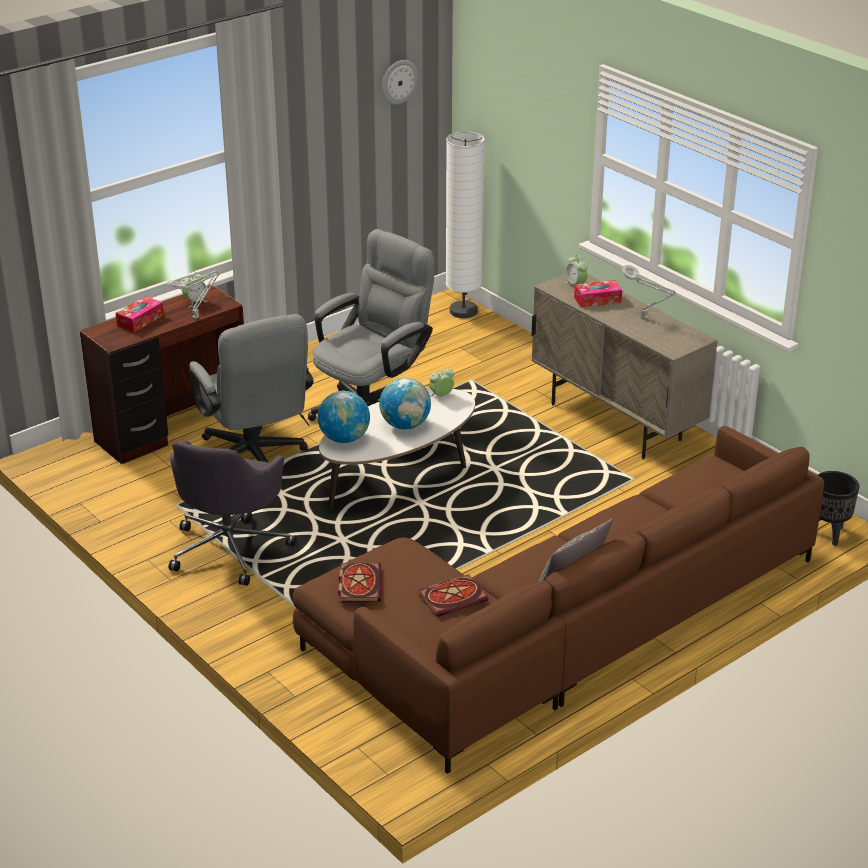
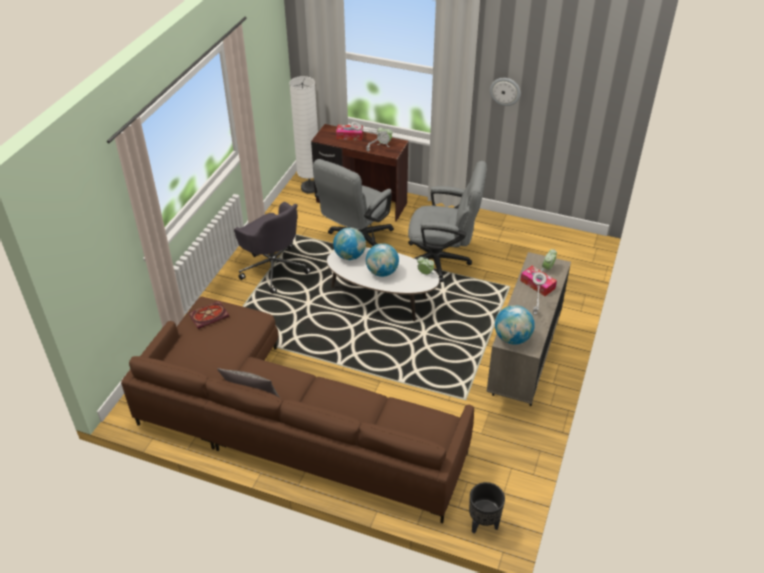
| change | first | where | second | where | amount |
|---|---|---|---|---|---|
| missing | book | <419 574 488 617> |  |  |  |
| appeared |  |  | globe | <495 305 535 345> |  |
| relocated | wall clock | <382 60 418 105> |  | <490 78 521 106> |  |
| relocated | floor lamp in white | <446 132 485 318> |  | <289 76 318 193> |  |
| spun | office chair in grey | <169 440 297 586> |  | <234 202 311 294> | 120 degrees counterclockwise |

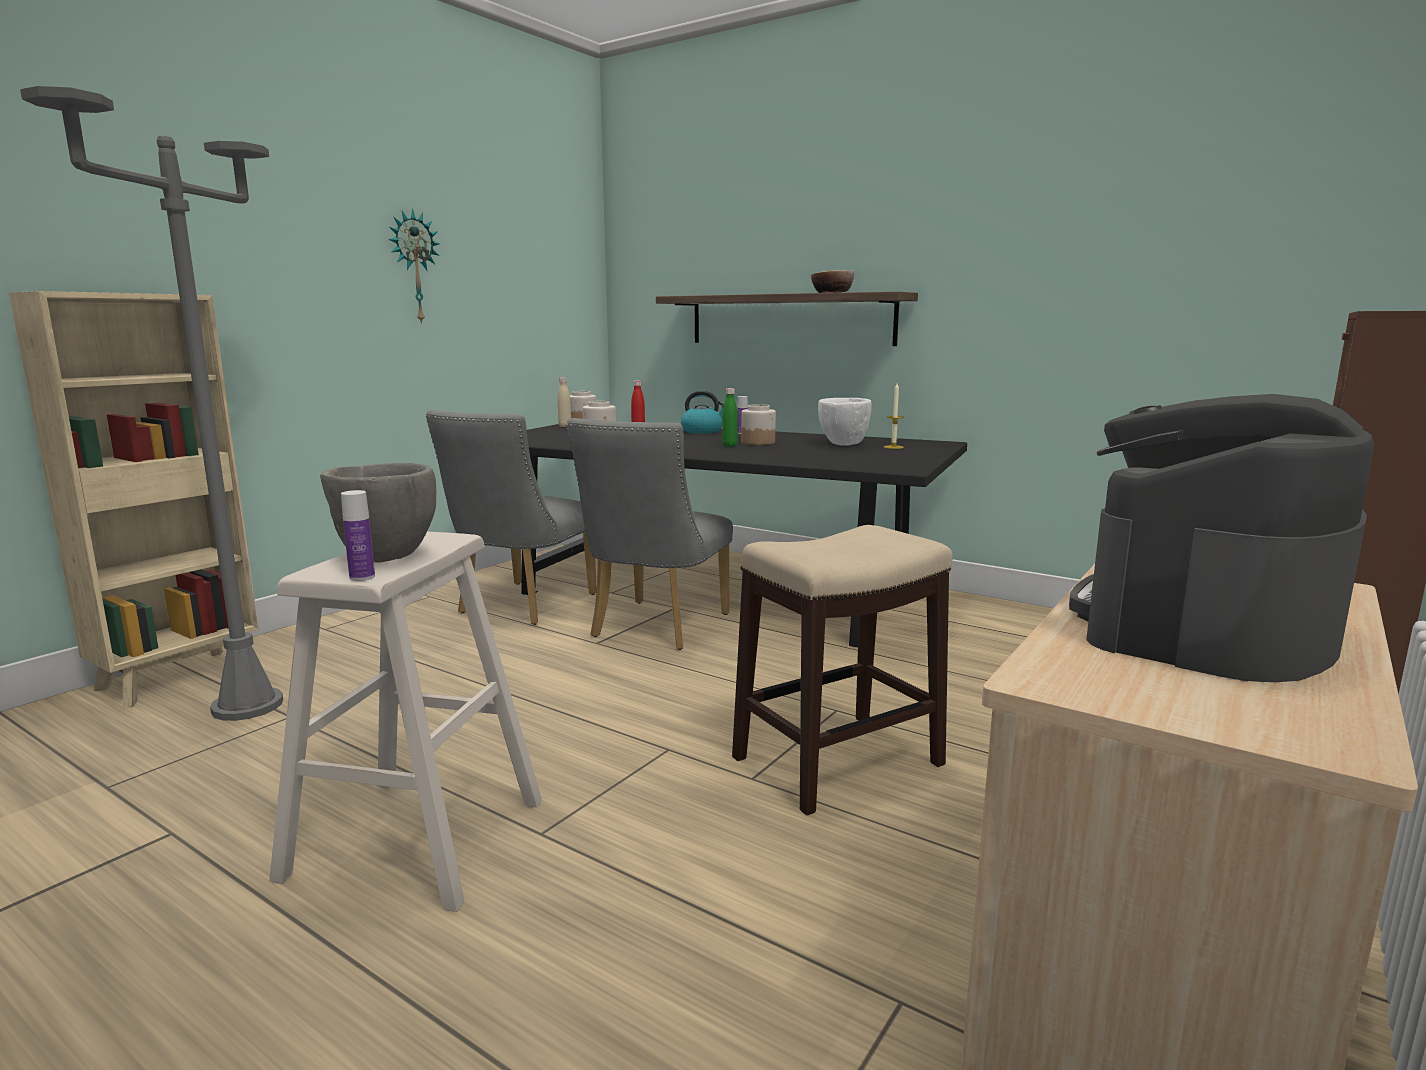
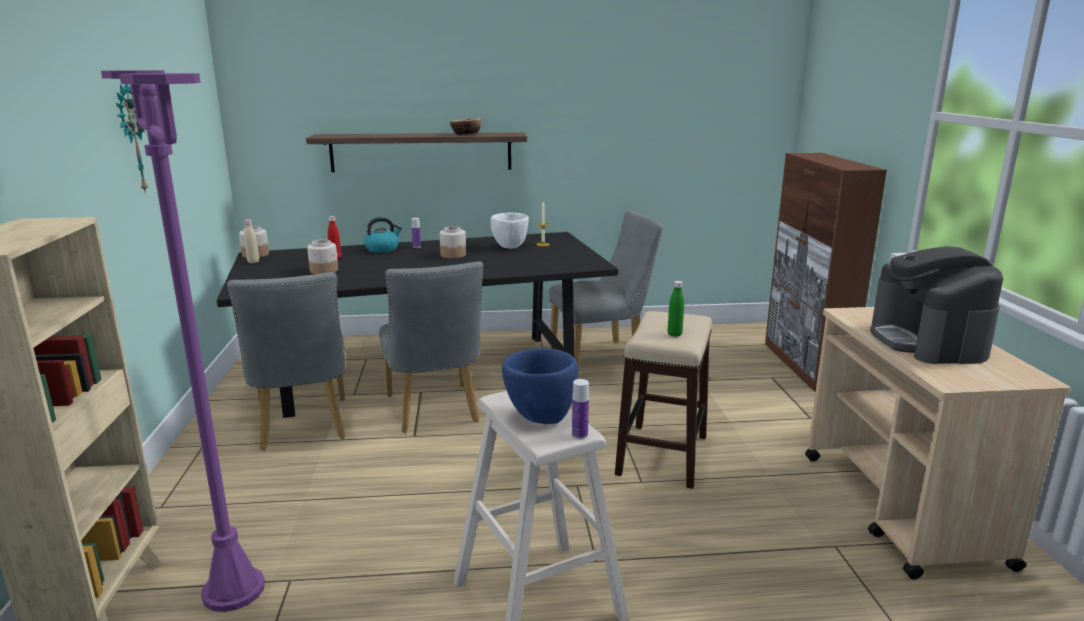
| change | first | where | second | where | amount |
|---|---|---|---|---|---|
| appeared |  |  | chair in grey | <549 211 663 372> |  |
| relocated | bottle in green | <722 388 738 447> |  | <668 281 684 337> |  |
| colour | floor lamp in grey | <20 86 283 721> | floor lamp in purple | <101 70 265 612> |  |
| colour | bowl in grey | <320 463 436 563> | bowl in blue | <502 348 578 424> |  |

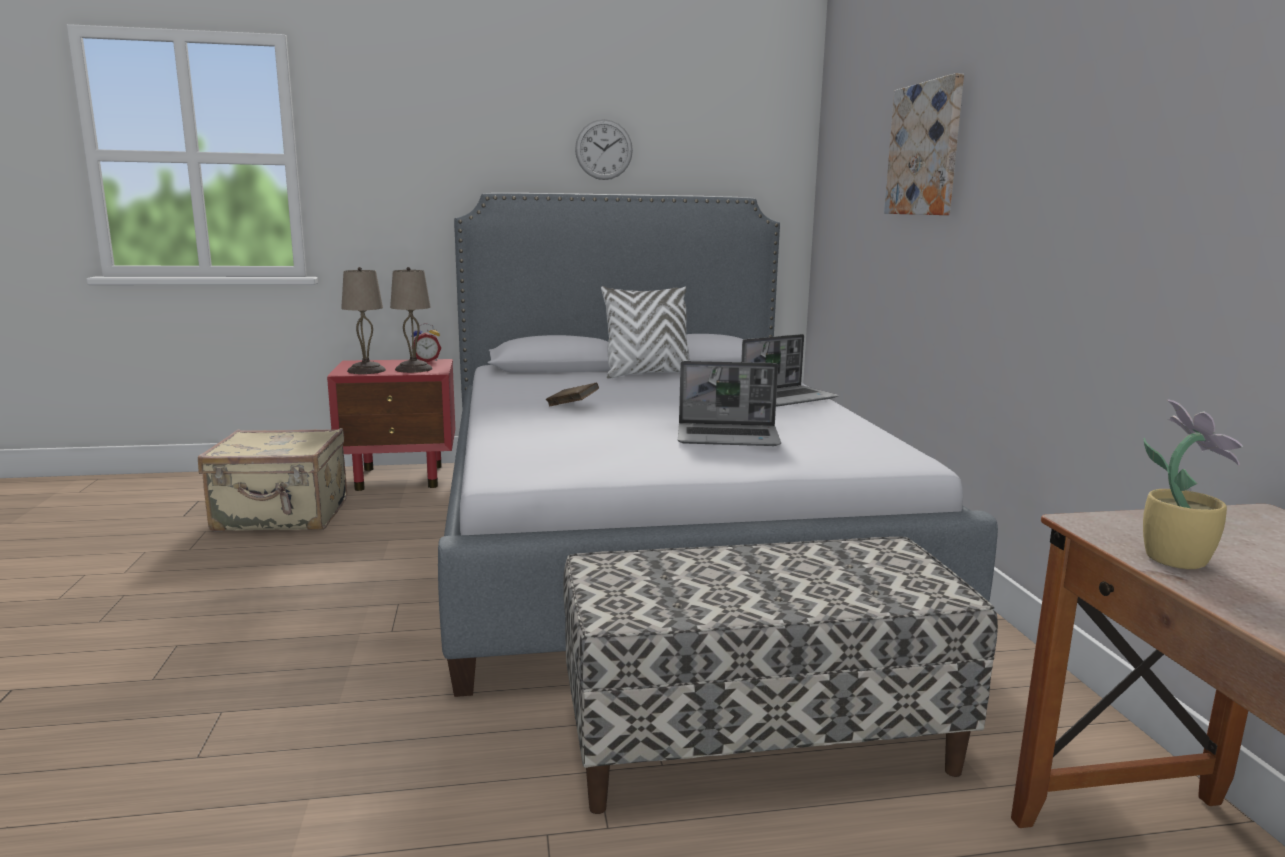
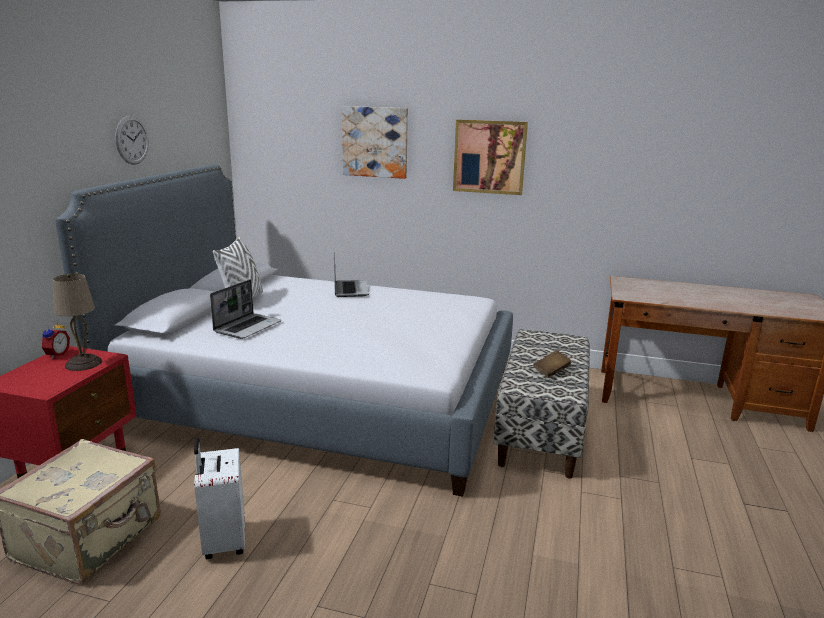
| change | first | where | second | where | amount |
|---|---|---|---|---|---|
| missing | table lamp in beige | <341 267 386 374> |  |  |  |
| missing | potted plant | <1143 399 1243 569> |  |  |  |
| appeared |  |  | suitcase in white | <194 437 245 559> |  |
| appeared |  |  | picture | <453 119 528 195> |  |
| relocated | book in brown | <546 383 599 407> |  | <533 350 572 378> |  |
| relocated | laptop | <678 361 781 446> |  | <210 279 282 339> |  |

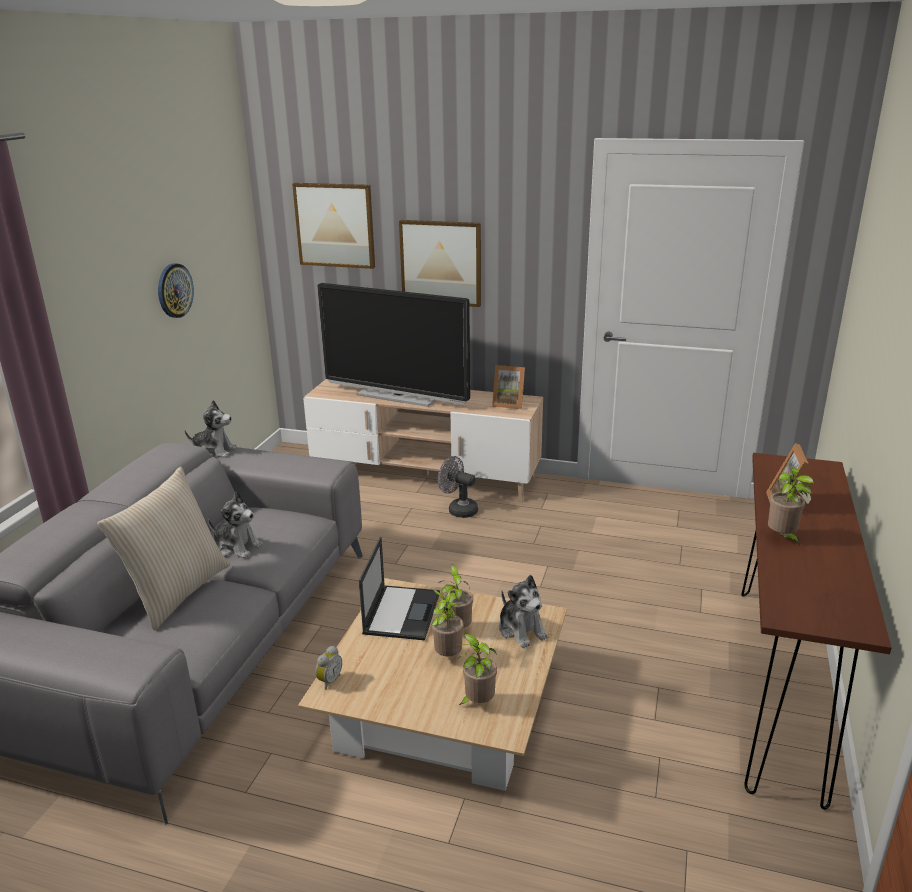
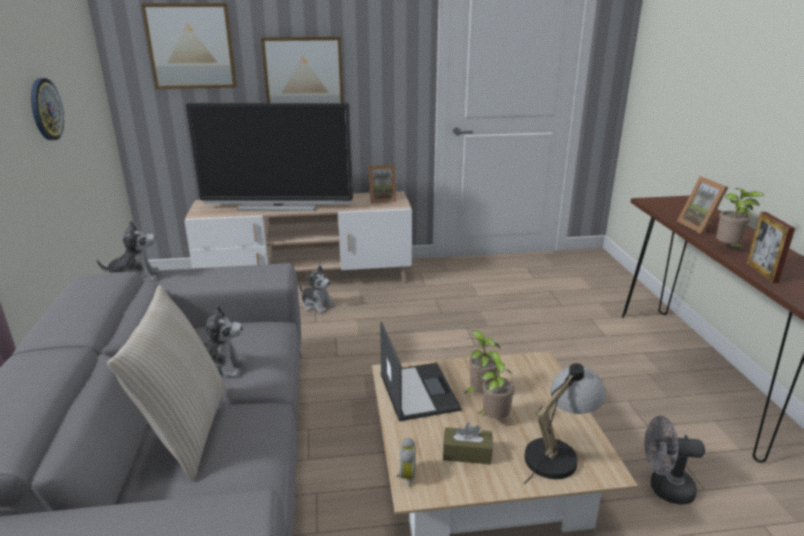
| change | first | where | second | where | amount |
|---|---|---|---|---|---|
| appeared |  |  | tissue box in brown | <443 423 493 465> |  |
| appeared |  |  | picture frame | <746 212 795 283> |  |
| relocated | fan in grey | <438 456 478 518> |  | <645 416 705 504> |  |
| relocated | plush toy | <499 575 548 648> |  | <299 265 335 313> |  |
| exchanged | potted plant | <458 634 497 705> | table lamp | <524 363 606 484> |  |

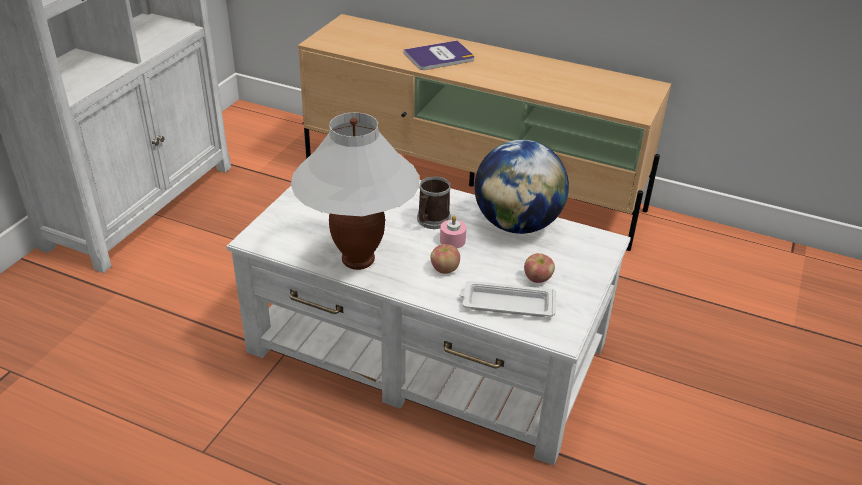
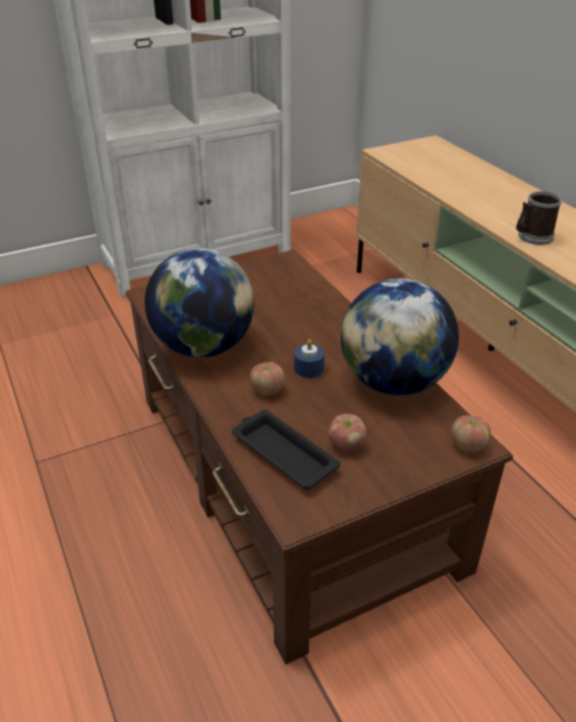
| change | first | where | second | where | amount |
|---|---|---|---|---|---|
| missing | book | <404 40 475 70> |  |  |  |
| appeared |  |  | apple | <451 415 491 453> |  |
| relocated | mug | <417 176 451 229> |  | <516 191 562 245> |  |
| exchanged | table lamp in white | <291 112 419 270> | globe | <145 248 255 358> |  |
| colour | coffee table in white | <226 180 631 465> | coffee table in brown | <126 249 513 665> |  |
| colour | candle in pink | <440 215 467 249> | candle in blue | <294 339 325 378> |  |
| colour | tray in white | <459 281 556 317> | tray in black | <232 410 340 489> |  |

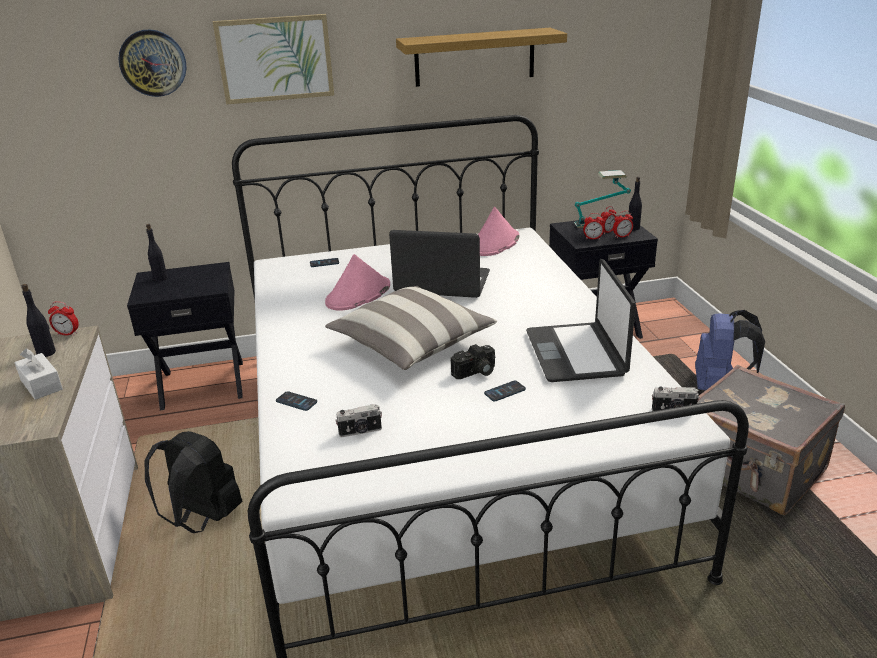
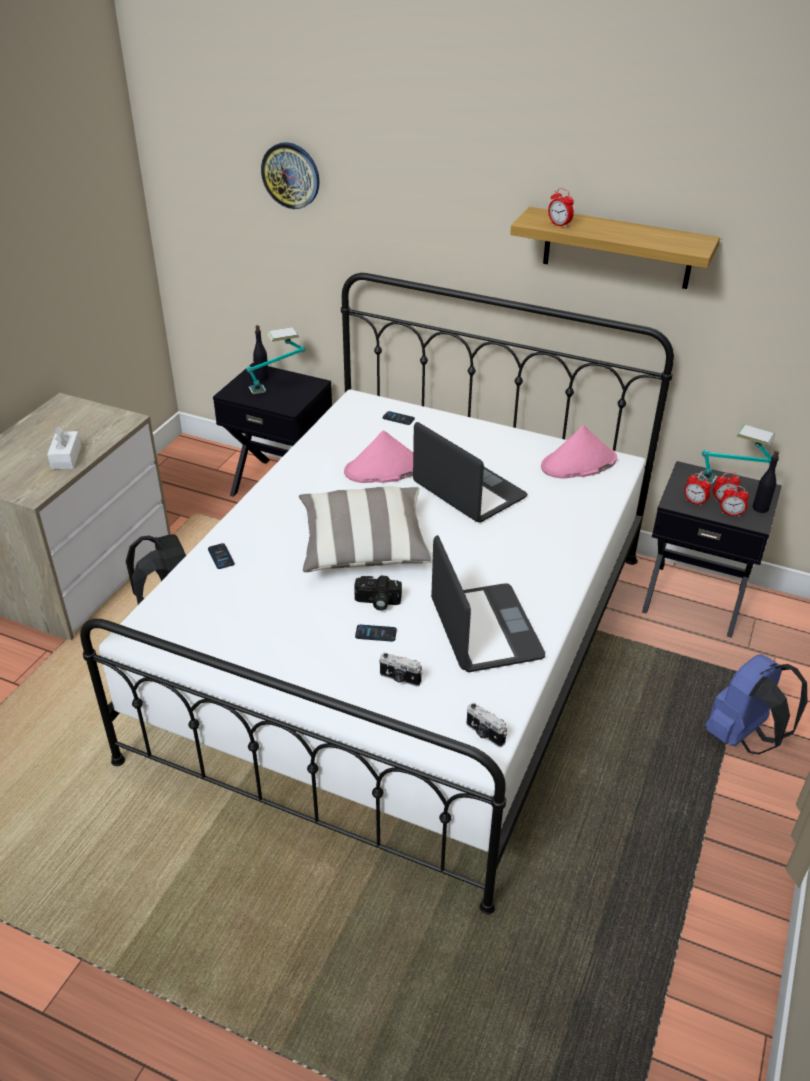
| change | first | where | second | where | amount |
|---|---|---|---|---|---|
| missing | bottle in black | <21 284 56 357> |  |  |  |
| missing | picture | <213 14 334 105> |  |  |  |
| missing | suitcase in grey | <697 365 845 515> |  |  |  |
| appeared |  |  | table lamp | <246 327 306 394> |  |
| relocated | alarm clock | <48 302 79 336> |  | <548 188 574 228> |  |
| relocated | photo camera | <335 404 382 437> |  | <379 653 423 686> |  |
| spun | laptop | <526 259 636 382> |  | <431 535 545 672> | 135 degrees clockwise |

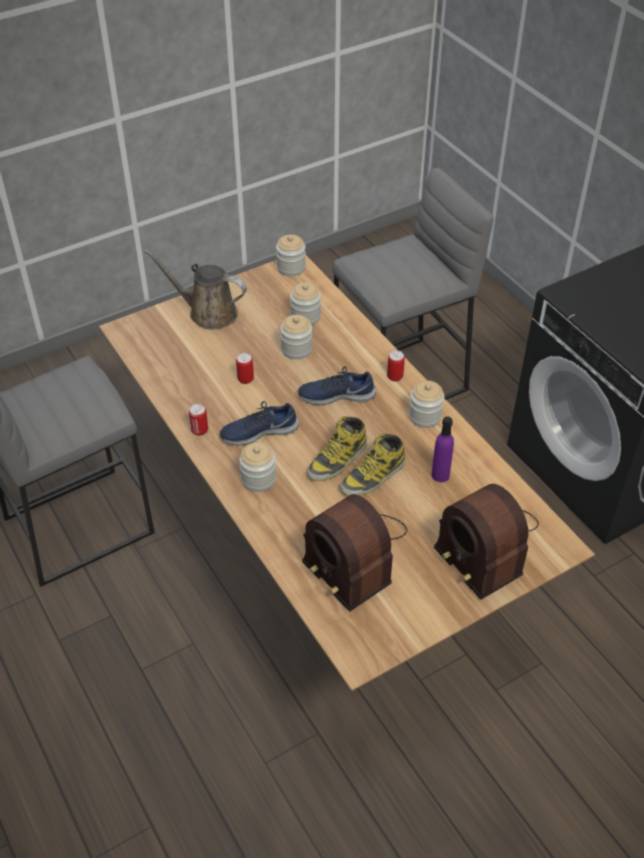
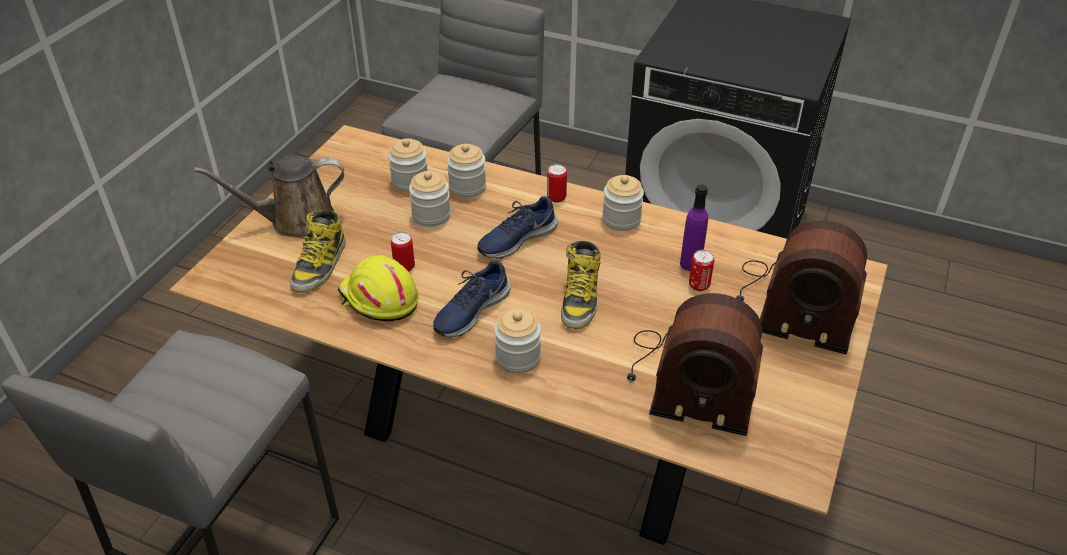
| change | first | where | second | where | amount |
|---|---|---|---|---|---|
| appeared |  |  | hard hat in yellow | <338 255 419 322> |  |
| relocated | can | <189 403 208 436> |  | <689 250 714 291> |  |
| relocated | jar | <276 235 306 276> |  | <447 144 486 198> |  |
| relocated | boot | <340 433 405 496> |  | <290 210 346 293> |  |

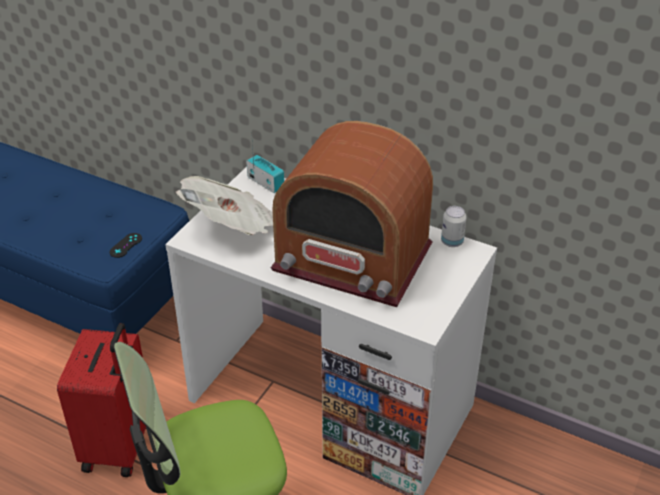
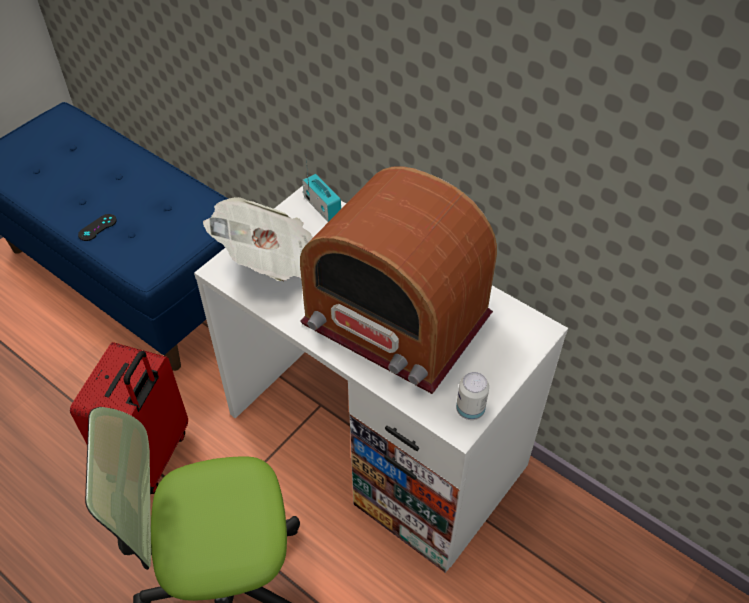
| change | first | where | second | where | amount |
|---|---|---|---|---|---|
| relocated | game controller in black | <109 233 142 258> |  | <78 214 117 241> |  |
| relocated | can | <441 206 467 247> |  | <456 372 489 420> |  |

